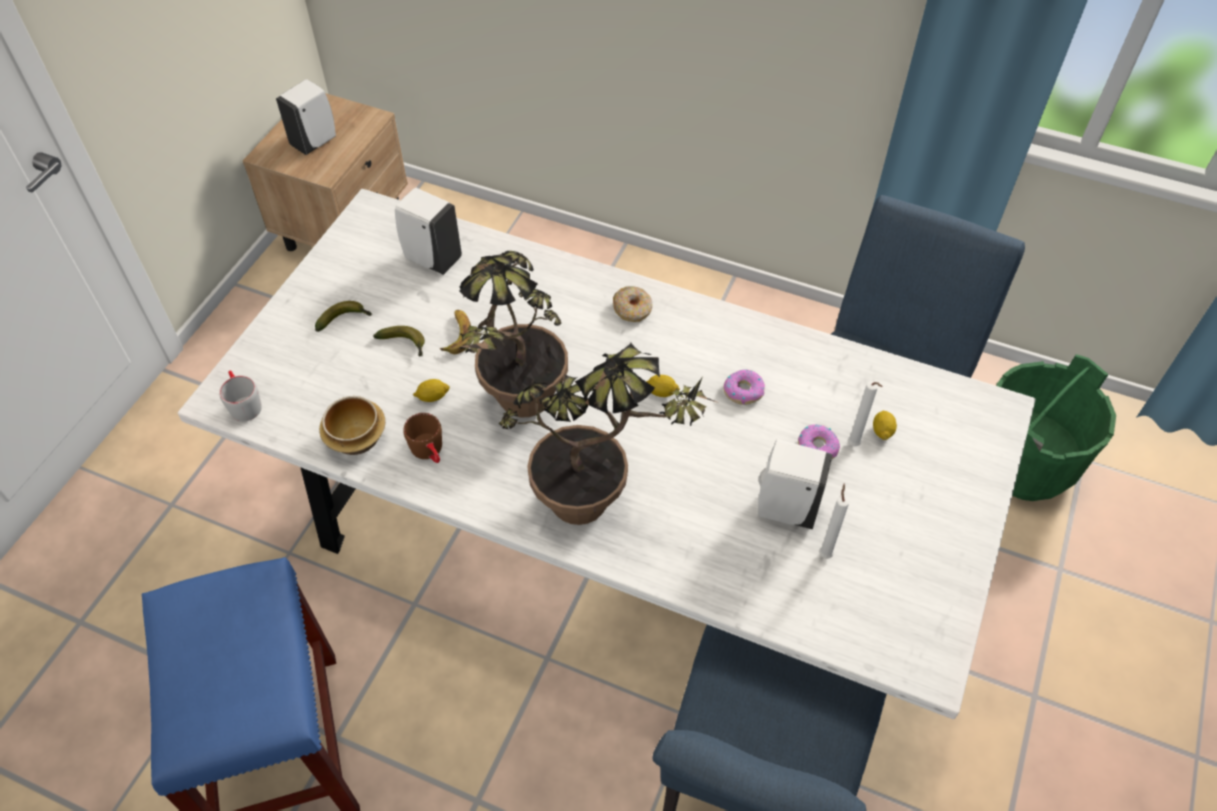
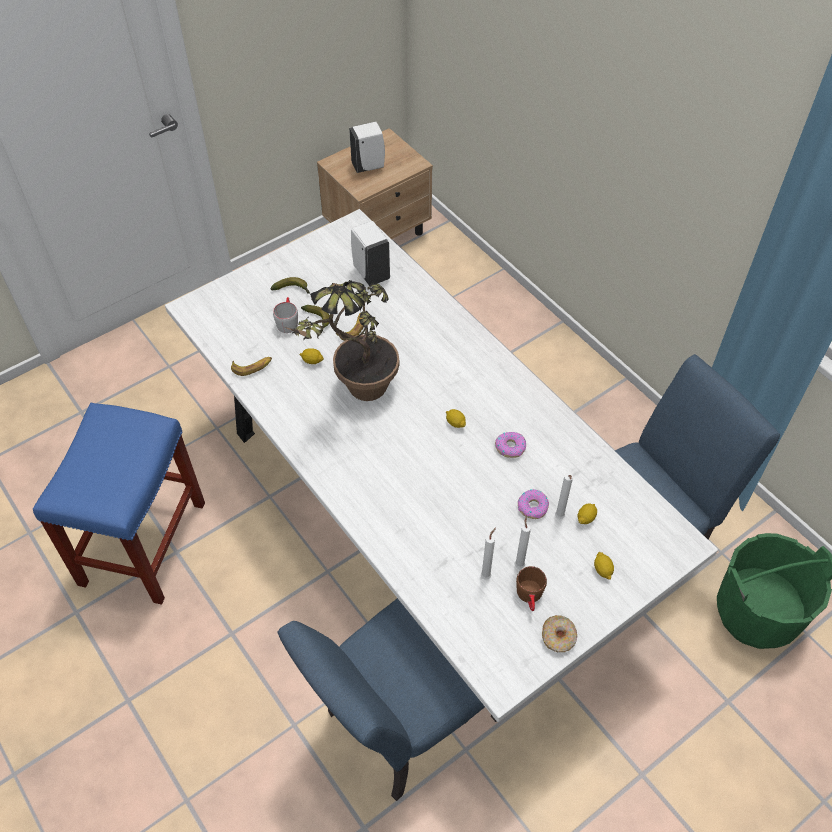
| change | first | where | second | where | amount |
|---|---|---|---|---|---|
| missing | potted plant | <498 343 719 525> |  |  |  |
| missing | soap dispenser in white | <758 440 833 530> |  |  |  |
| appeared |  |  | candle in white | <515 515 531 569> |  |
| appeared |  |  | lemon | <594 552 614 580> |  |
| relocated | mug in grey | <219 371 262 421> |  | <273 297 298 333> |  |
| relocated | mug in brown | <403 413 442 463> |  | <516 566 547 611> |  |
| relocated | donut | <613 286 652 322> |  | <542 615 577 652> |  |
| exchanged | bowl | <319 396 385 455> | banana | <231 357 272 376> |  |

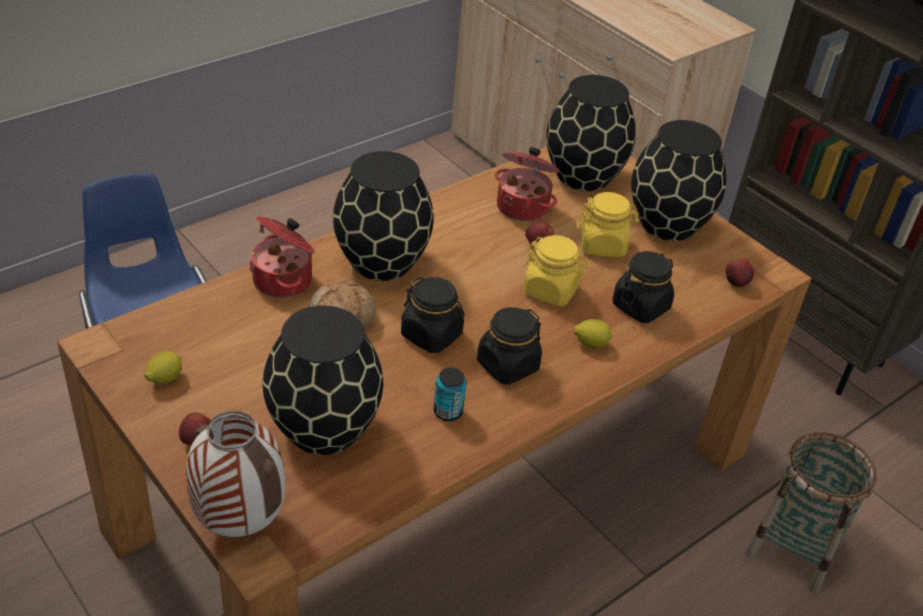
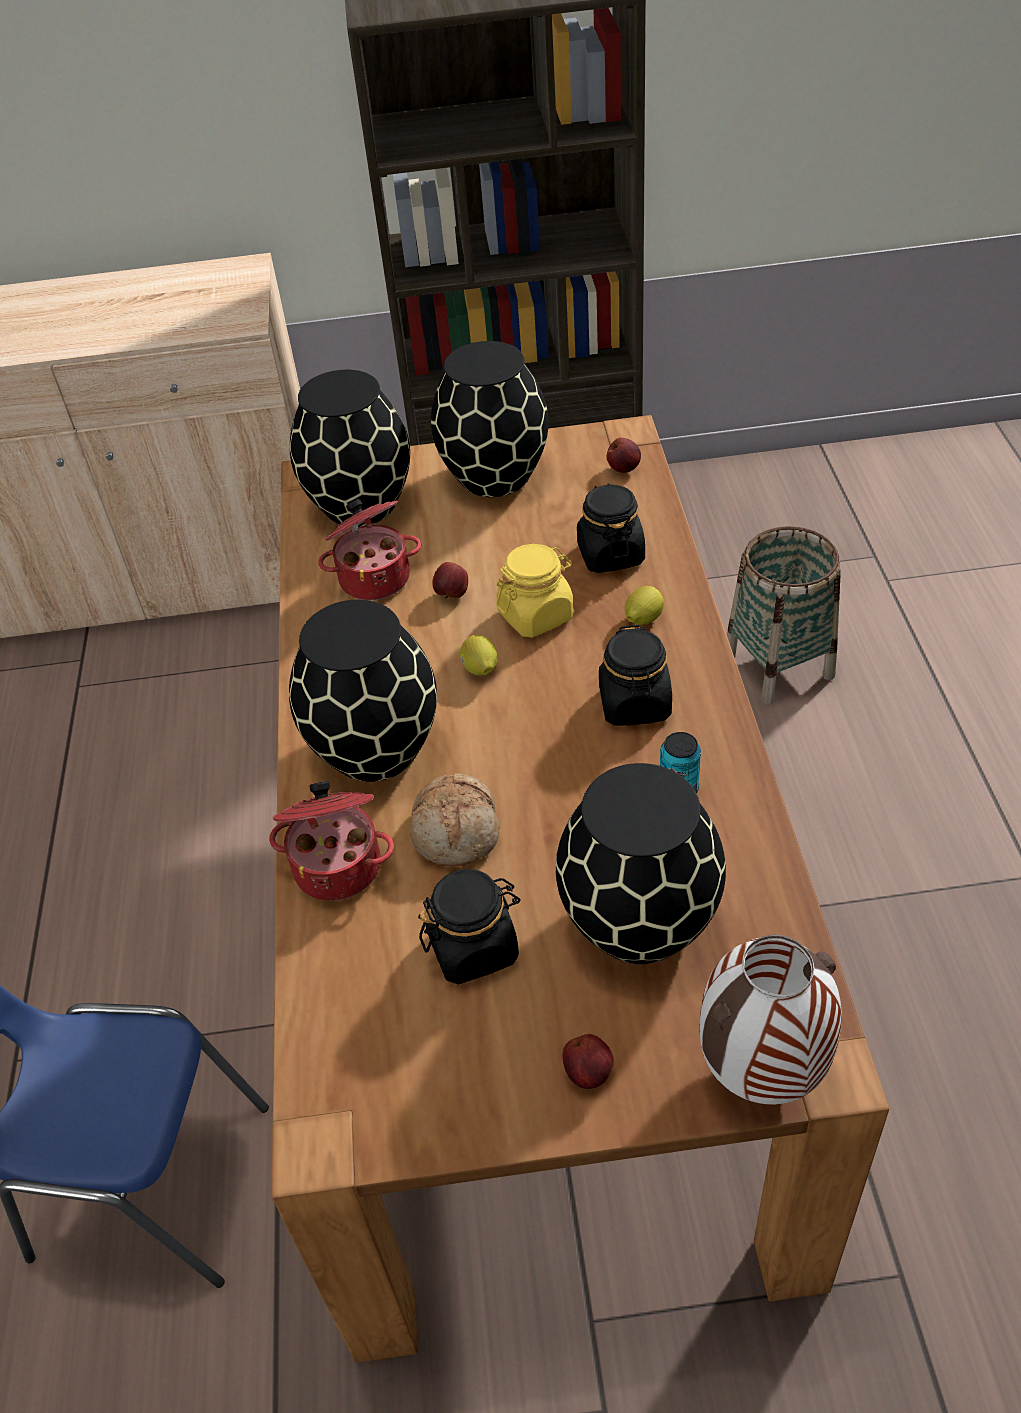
| change | first | where | second | where | amount |
|---|---|---|---|---|---|
| missing | jar in yellow | <577 192 640 257> |  |  |  |
| relocated | lemon | <144 351 182 384> |  | <460 635 498 676> |  |
| relocated | jar in black | <401 277 465 353> |  | <418 869 521 985> |  |

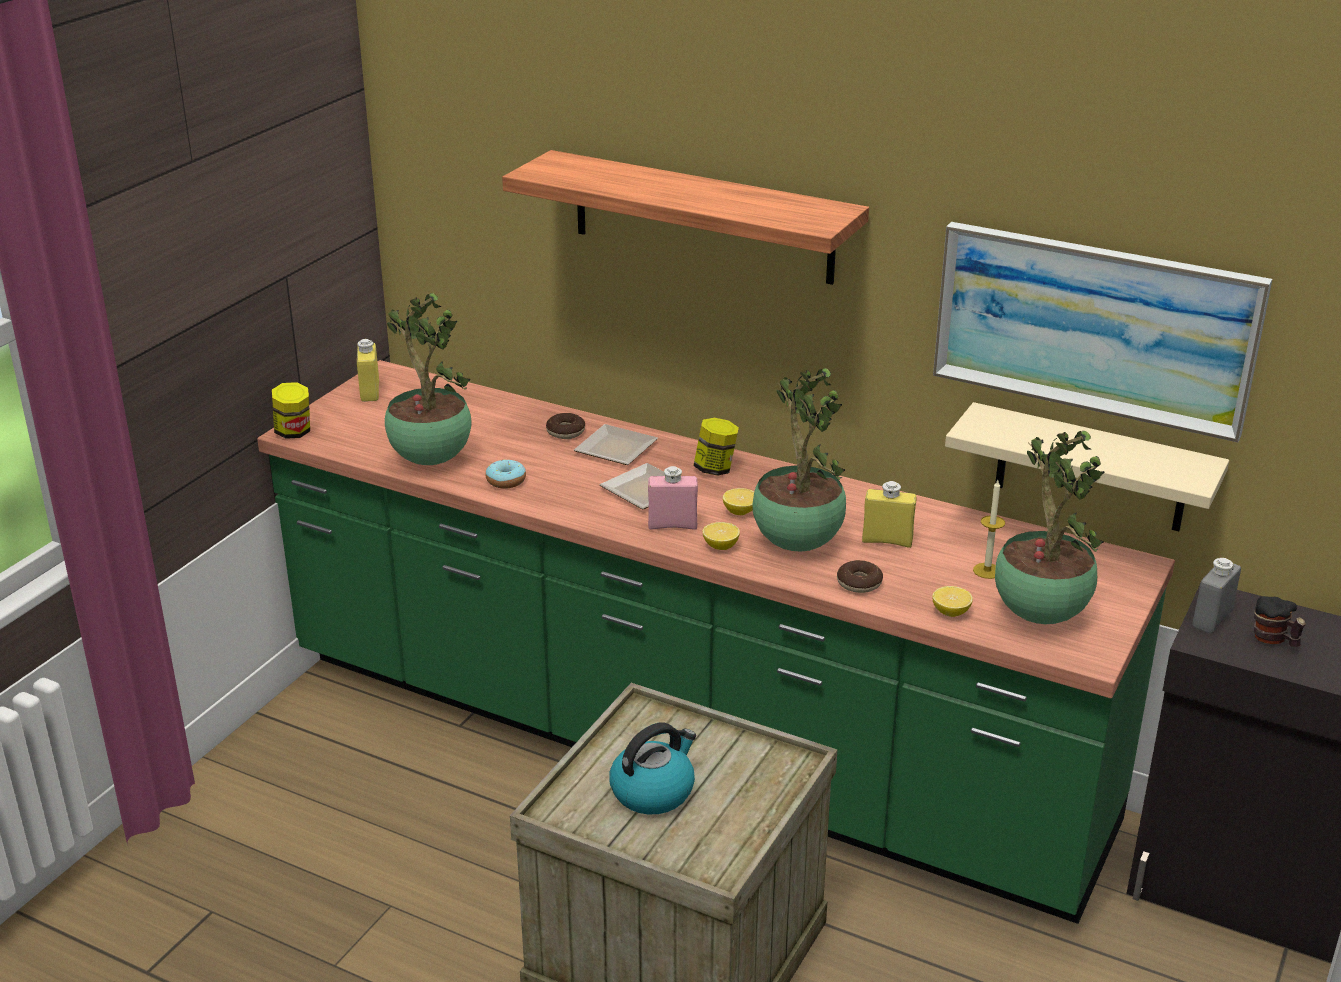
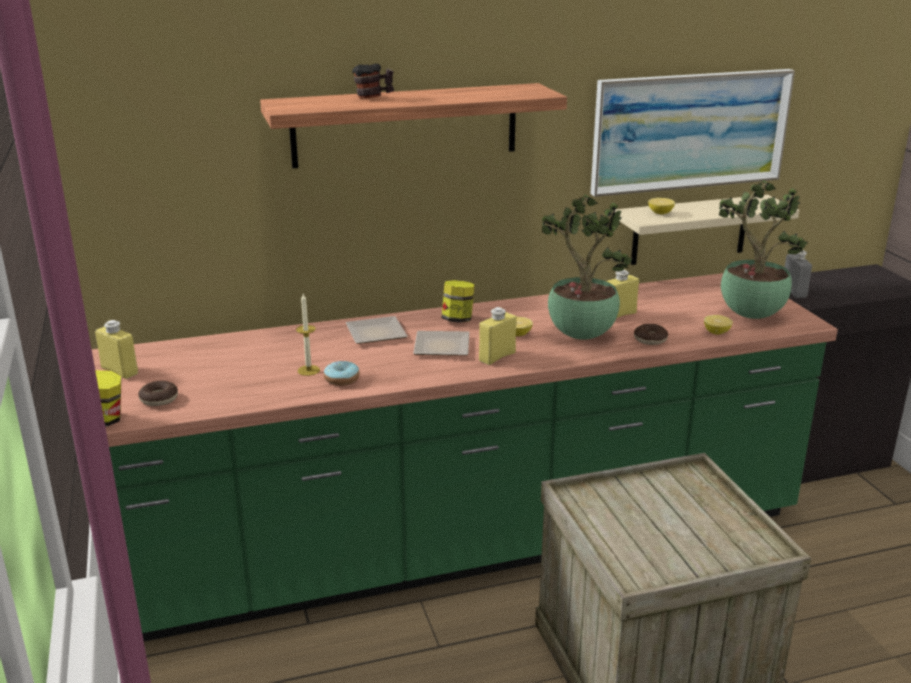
| change | first | where | second | where | amount |
|---|---|---|---|---|---|
| missing | potted plant | <385 293 471 465> |  |  |  |
| missing | kettle | <609 722 696 814> |  |  |  |
| relocated | donut | <546 413 585 439> |  | <138 381 178 406> |  |
| relocated | lemon | <702 522 740 550> |  | <648 198 675 215> |  |
| relocated | candle | <973 480 1005 579> |  | <296 294 320 376> |  |
| relocated | mug | <1254 596 1306 647> |  | <352 64 394 99> |  |
| colour | bottle in pink | <648 466 698 530> | bottle in yellow | <479 307 516 365> |  |

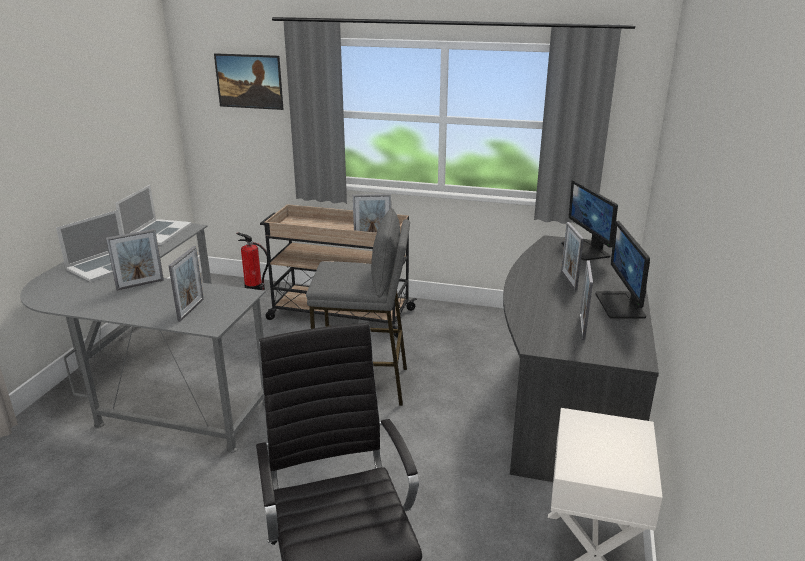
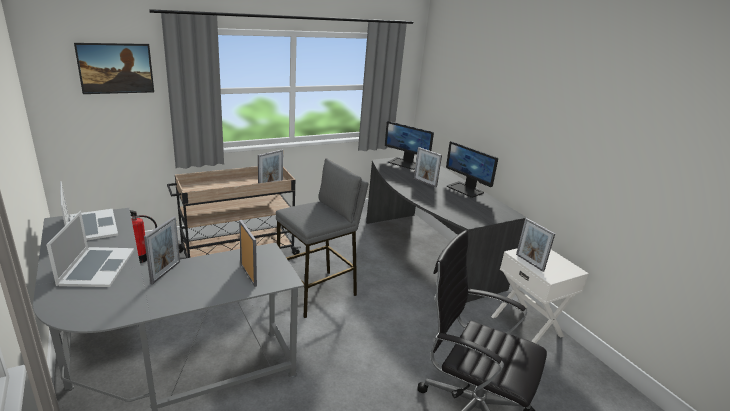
| change | first | where | second | where | amount |
|---|---|---|---|---|---|
| relocated | picture frame | <580 260 593 340> |  | <516 218 555 272> |  |

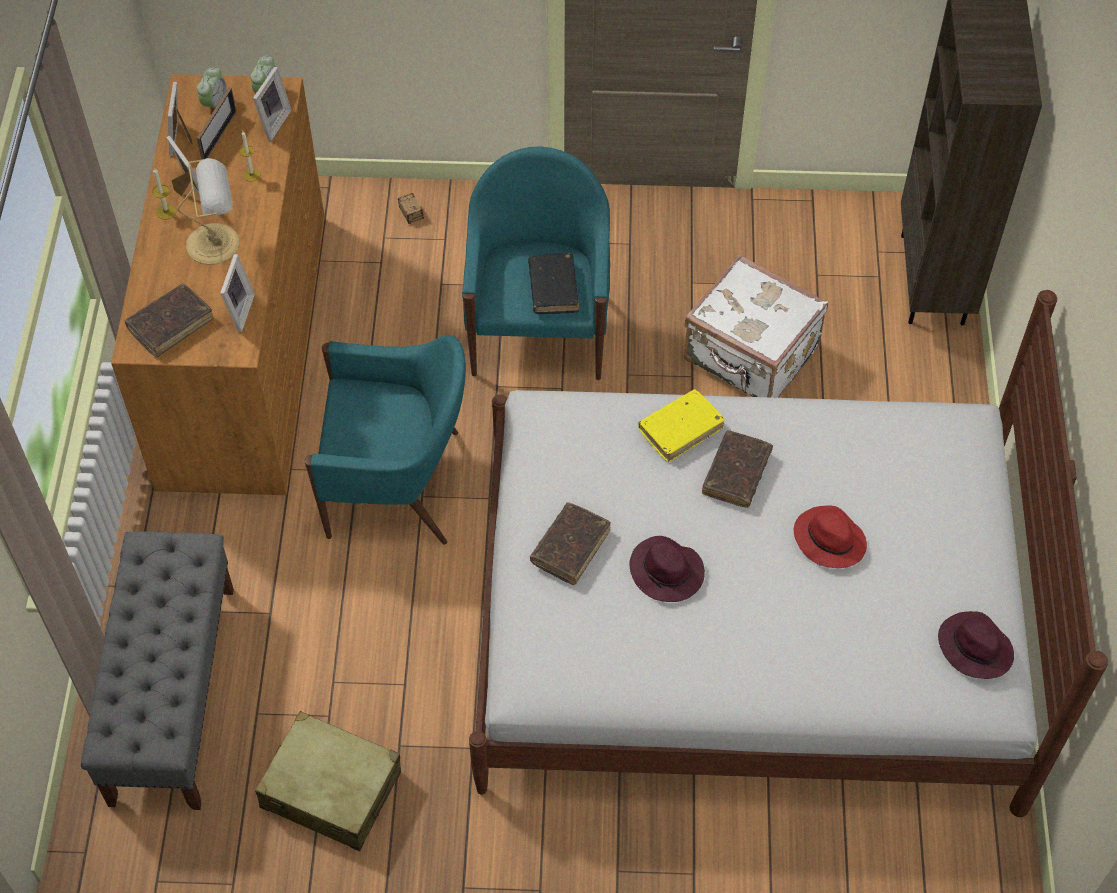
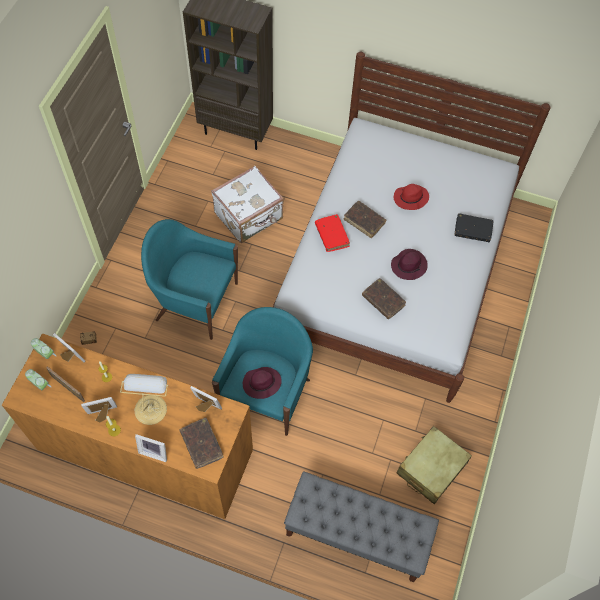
| change | first | where | second | where | amount |
|---|---|---|---|---|---|
| relocated | picture frame | <168 82 193 156> |  | <135 434 167 462> |  |
| relocated | book in black | <528 253 579 314> |  | <454 213 493 242> |  |
| relocated | hat in purple | <938 611 1014 679> |  | <243 367 282 399> |  |
| colour | book in yellow | <638 389 725 462> | book in red | <315 214 350 252> |  |

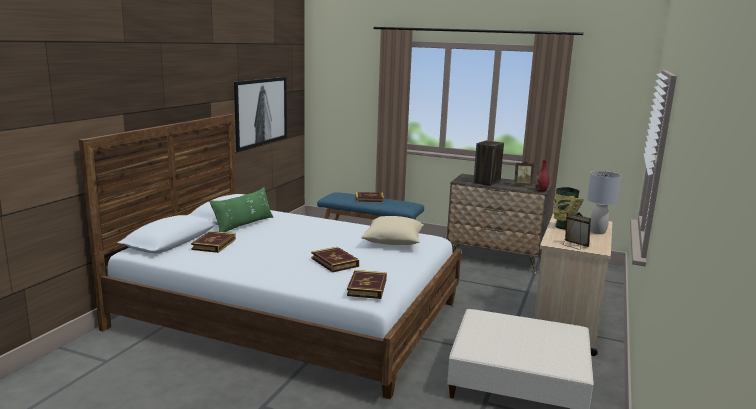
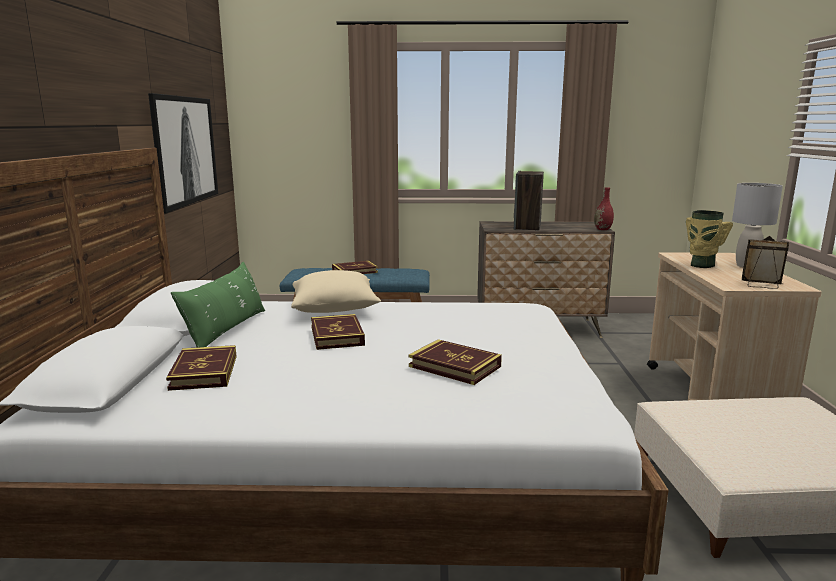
| change | first | where | second | where | amount |
|---|---|---|---|---|---|
| missing | picture frame | <514 161 534 186> |  |  |  |
| relocated | book | <347 270 387 299> |  | <311 314 365 350> |  |
| relocated | pillow in beige | <361 216 424 245> |  | <291 270 381 313> |  |

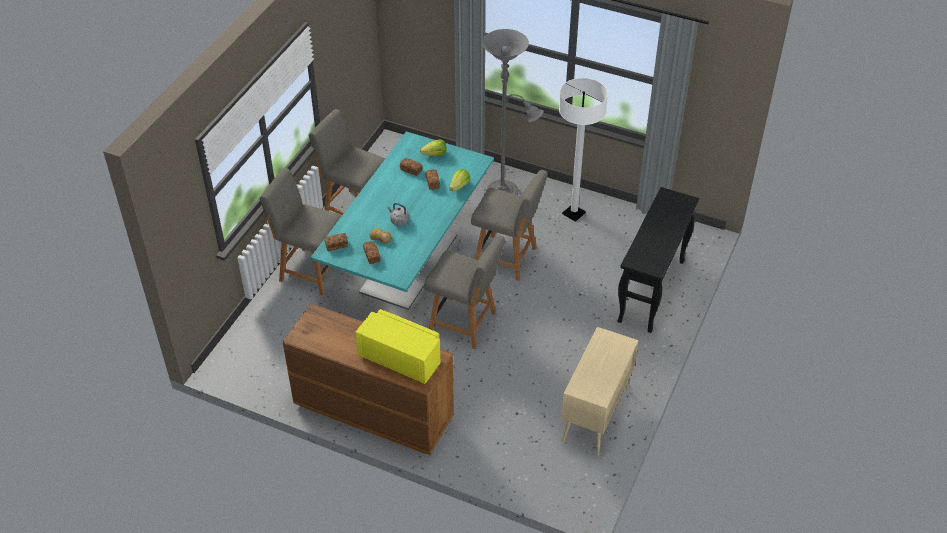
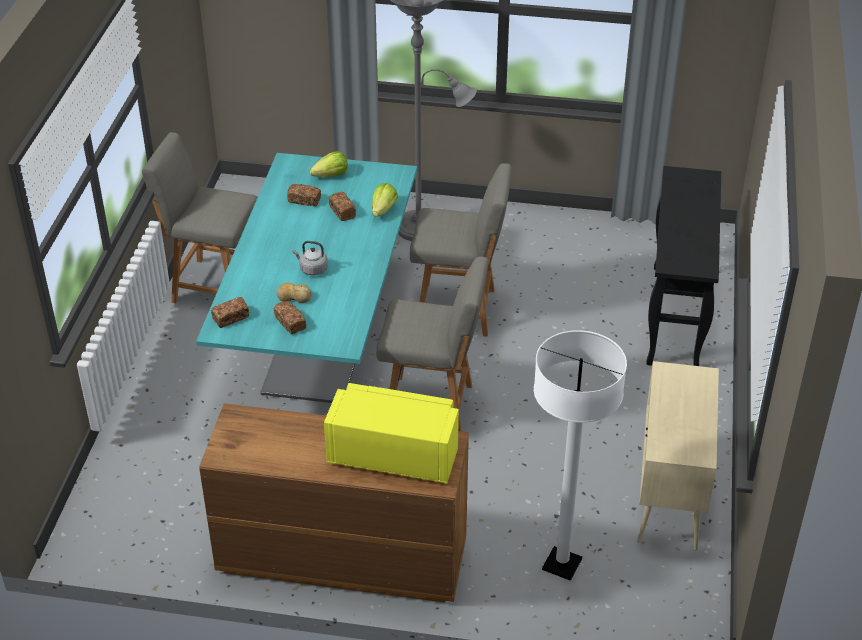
| change | first | where | second | where | amount |
|---|---|---|---|---|---|
| missing | chair in grey | <260 168 342 296> |  |  |  |
| relocated | floor lamp in white | <559 78 608 222> |  | <534 330 627 581> |  |

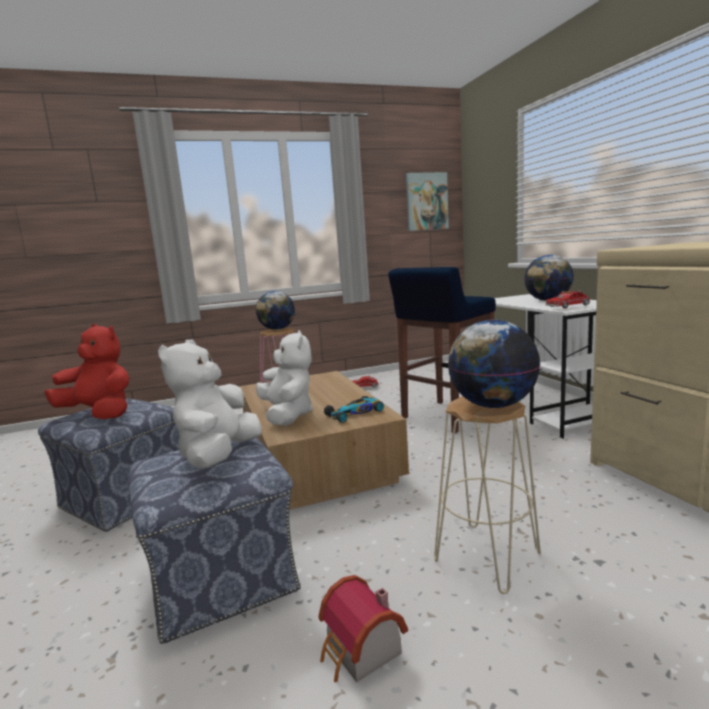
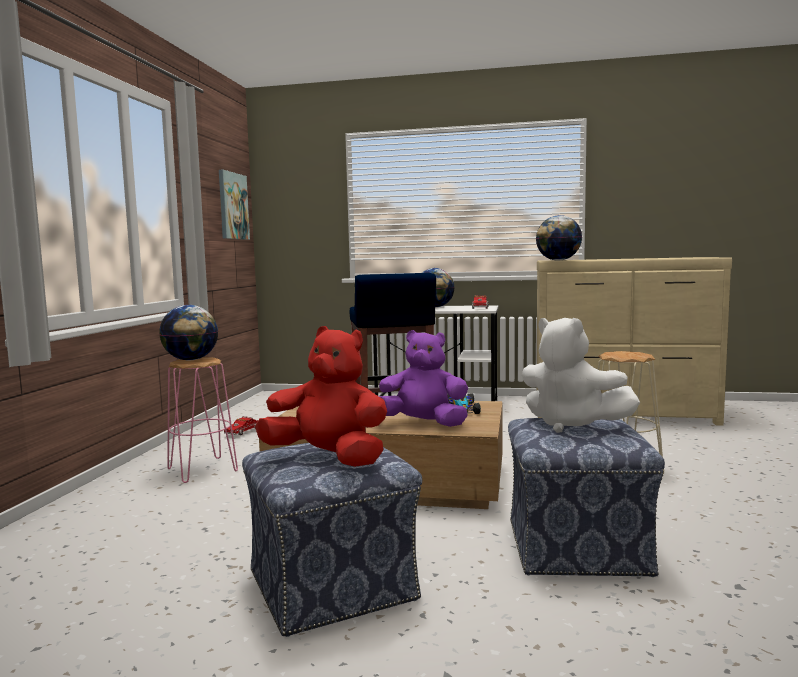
| change | first | where | second | where | amount |
|---|---|---|---|---|---|
| missing | toy house | <319 575 408 683> |  |  |  |
| relocated | globe | <448 320 541 408> |  | <536 215 582 261> |  |
| colour | plush toy in white | <256 330 313 426> | plush toy in purple | <379 330 468 427> |  |
| spun | plush toy in red | <44 324 130 419> |  | <255 326 387 467> | 60 degrees clockwise |

